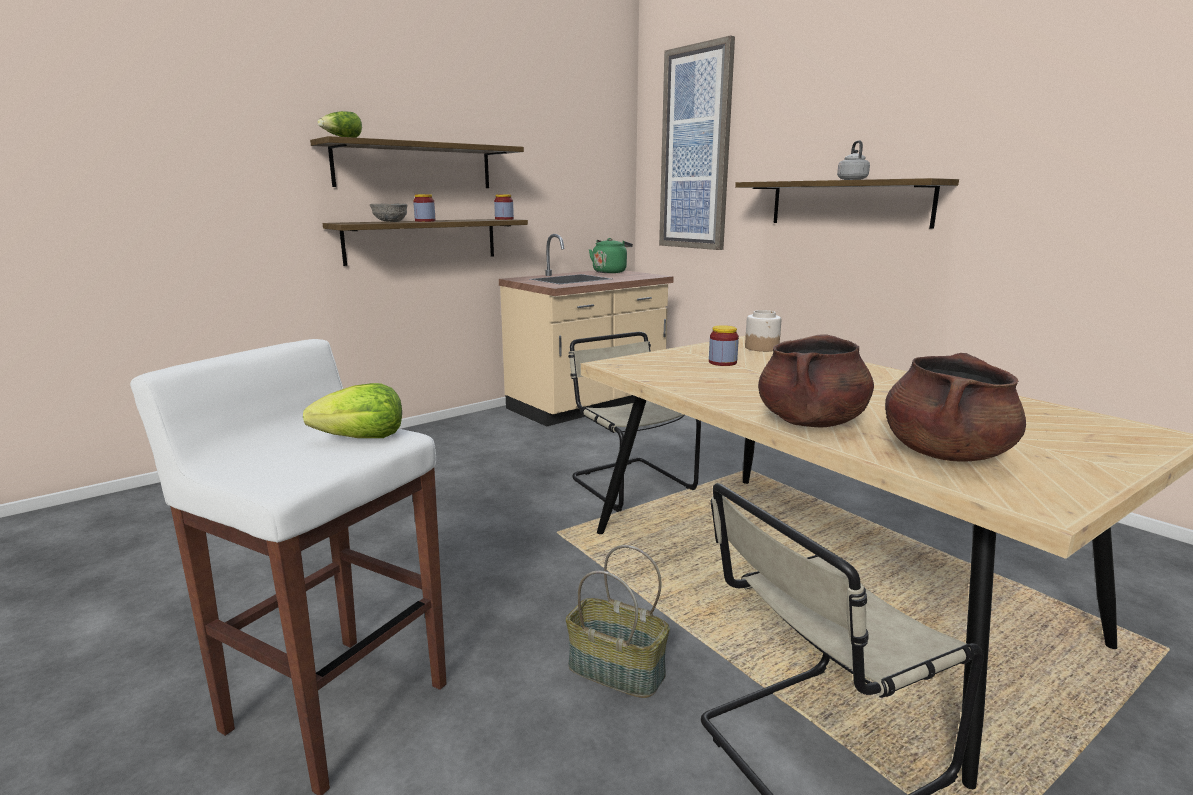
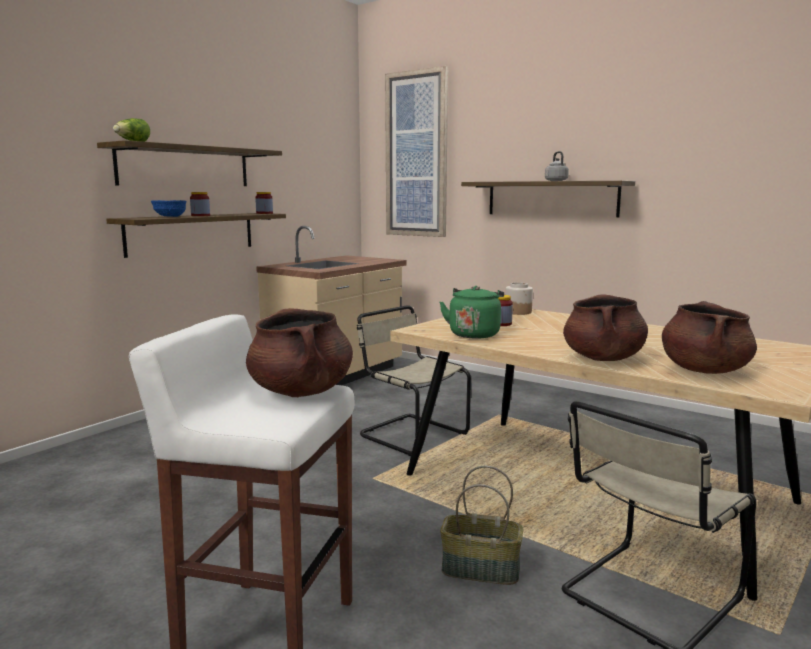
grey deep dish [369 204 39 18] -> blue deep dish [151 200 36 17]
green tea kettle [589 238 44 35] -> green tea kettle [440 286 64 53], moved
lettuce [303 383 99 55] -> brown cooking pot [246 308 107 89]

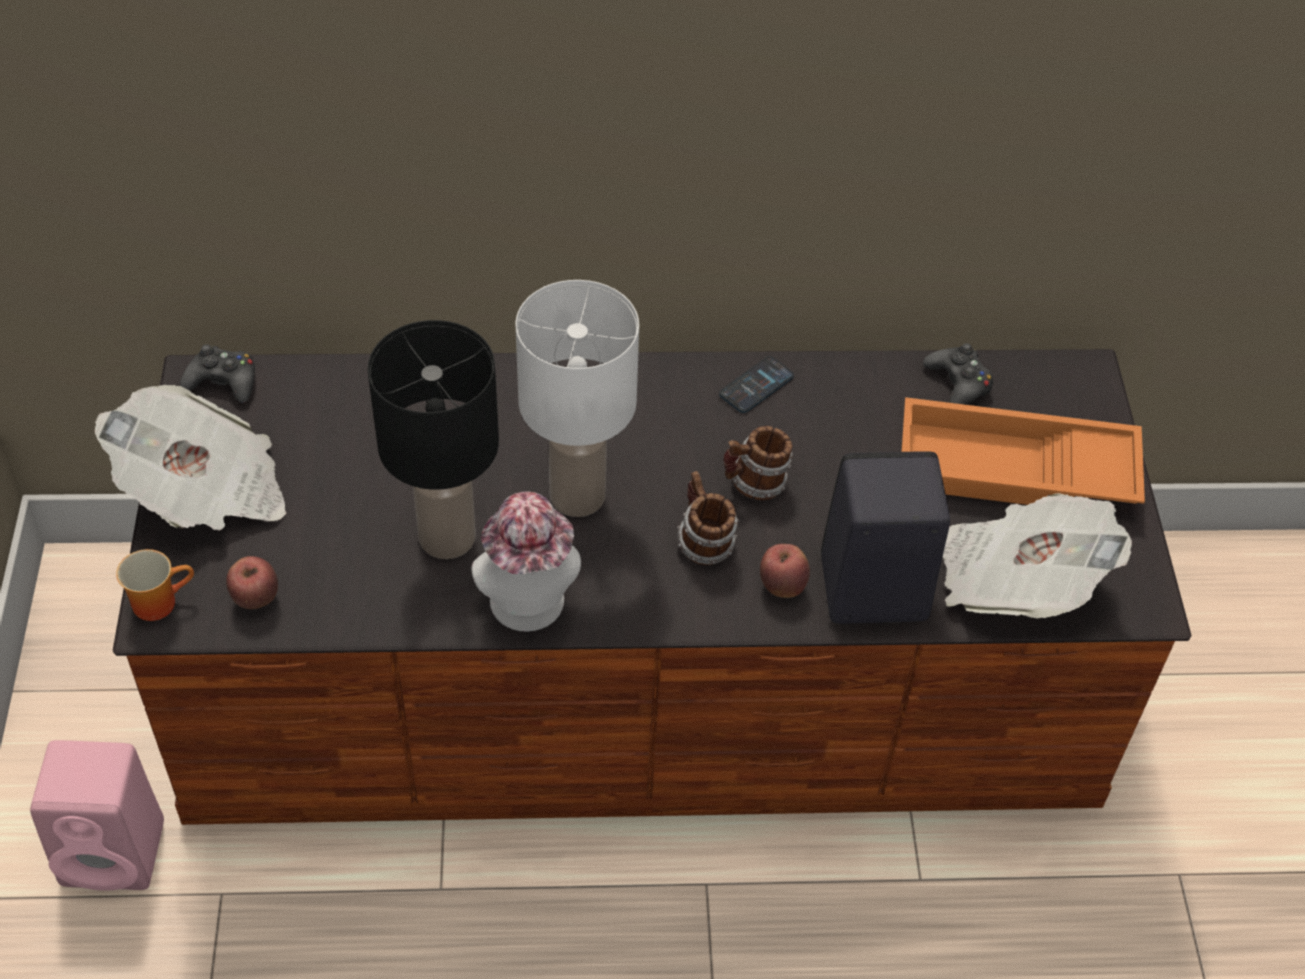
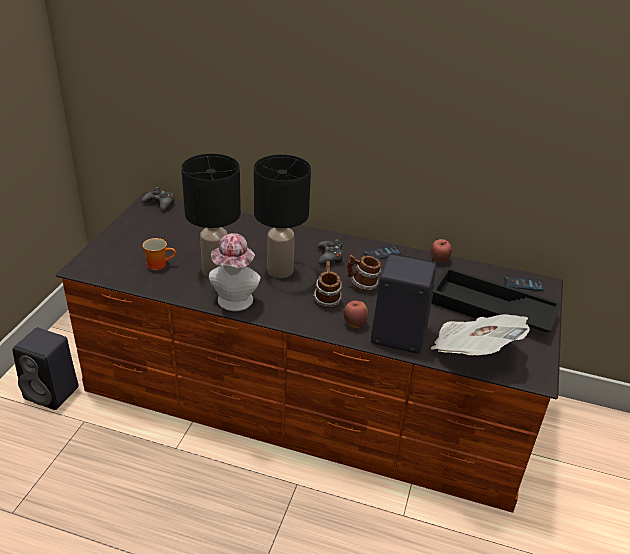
white-coloured tabletop lamp [515 280 124 237] -> black-coloured tabletop lamp [254 154 57 124]
black-coloured game controller [923 343 70 62] -> black-coloured game controller [318 239 25 26], moved
printed paper [95 385 191 145] -> none
orange serving tray [901 397 244 108] -> black-coloured serving tray [431 267 130 66]
coffee mug [116 549 78 72] -> coffee mug [143 238 33 32], moved
apple fruit [226 556 52 53] -> apple fruit [431 239 21 24], moved
pinkish speaker [30 740 134 151] -> black-coloured speaker [12 328 67 82]
none -> handset [504 276 40 15]

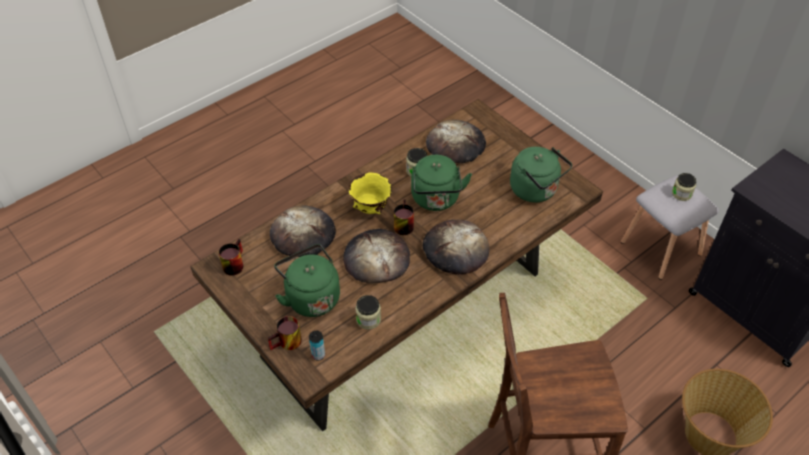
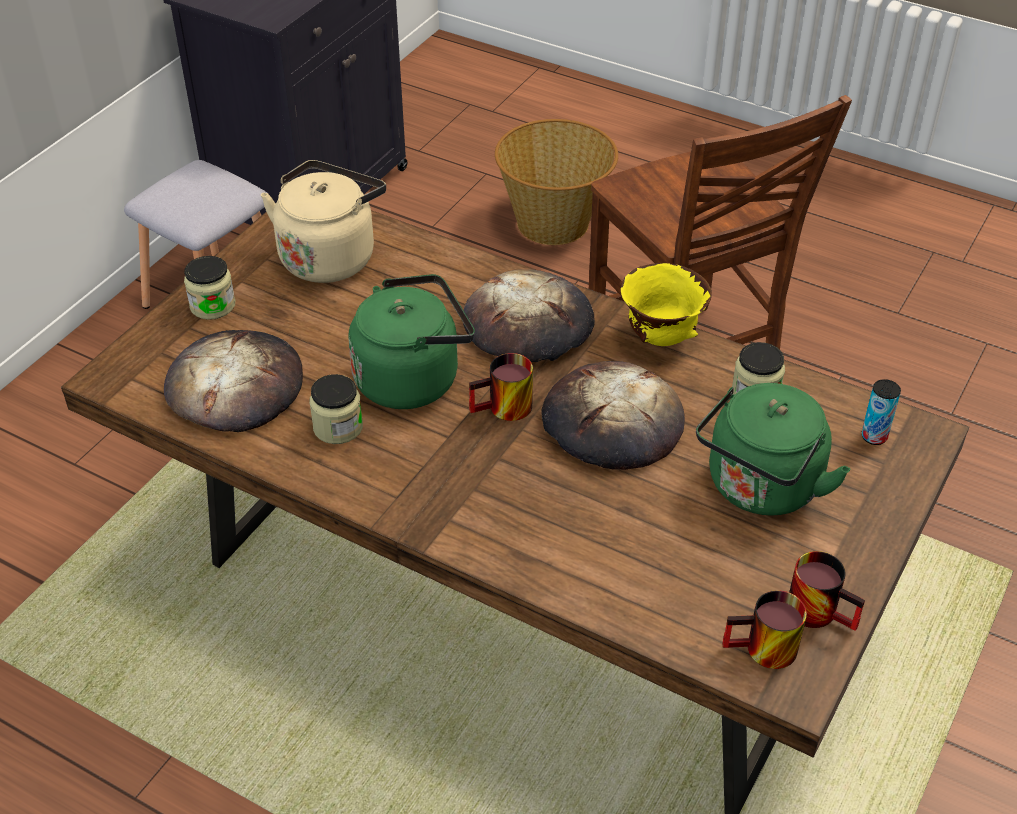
green tea kettle [510 147 62 56] -> beige tea kettle [261 160 125 123]
yellow-coloured deep dish [349 173 43 41] -> yellow-coloured deep dish [621 263 91 83], moved
preserve jar [672 173 24 28] -> preserve jar [184 256 51 64], moved
bakery bread [270 205 66 52] -> none
coffee mug [268 316 34 34] -> coffee mug [789 551 76 80], moved

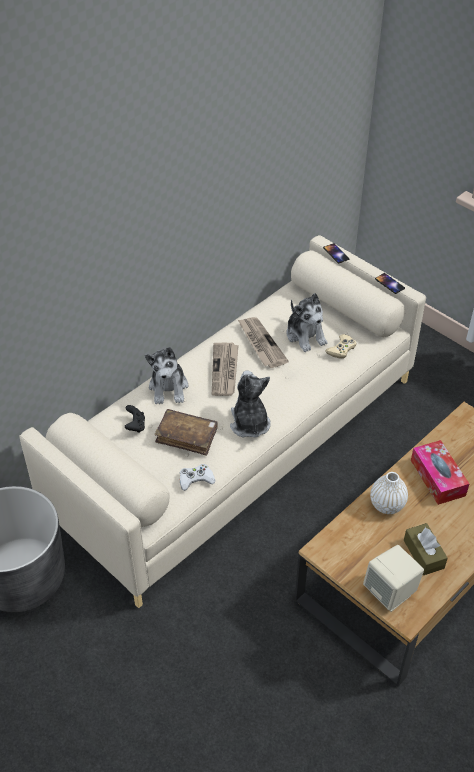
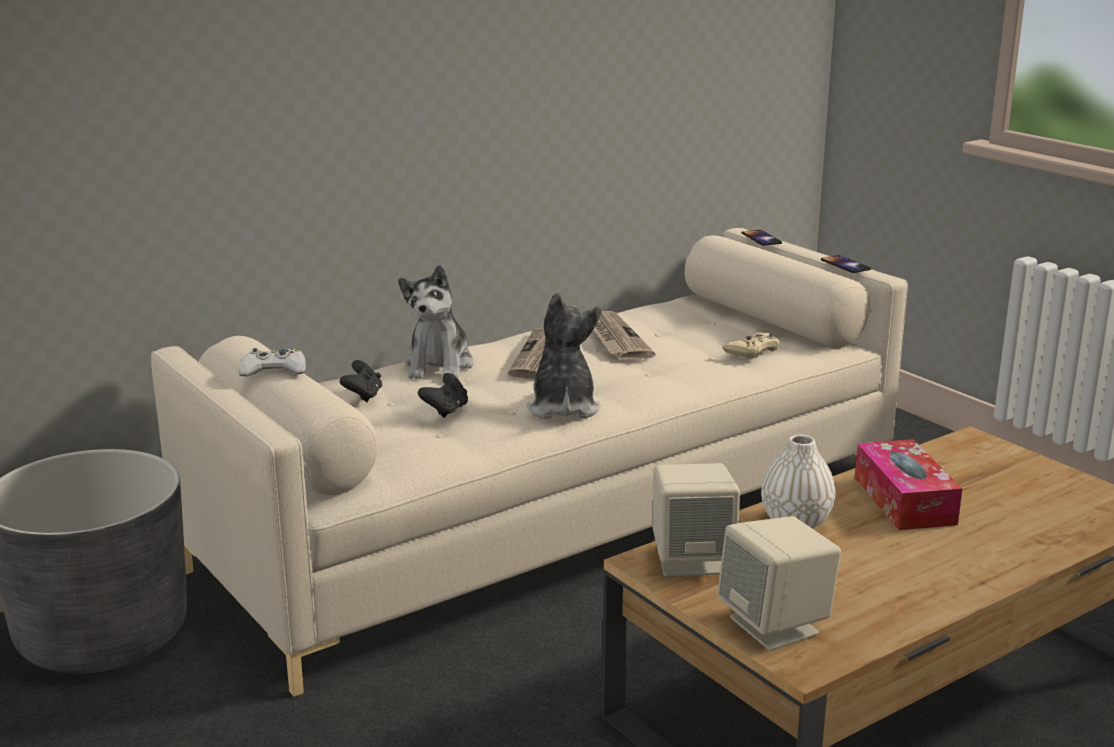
soft toy [286 293 41 59] -> none
brown bound book [155 409 63 47] -> black-coloured game controller [418 373 50 45]
white-coloured game controller [179 464 36 27] -> white-coloured game controller [238 348 68 28], moved
brown box of tissues [404 523 44 52] -> none
none -> beige speaker [653 463 87 113]

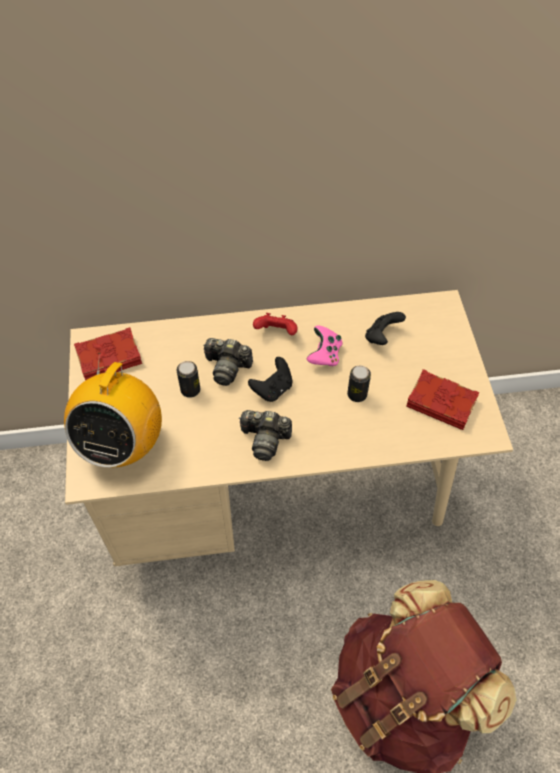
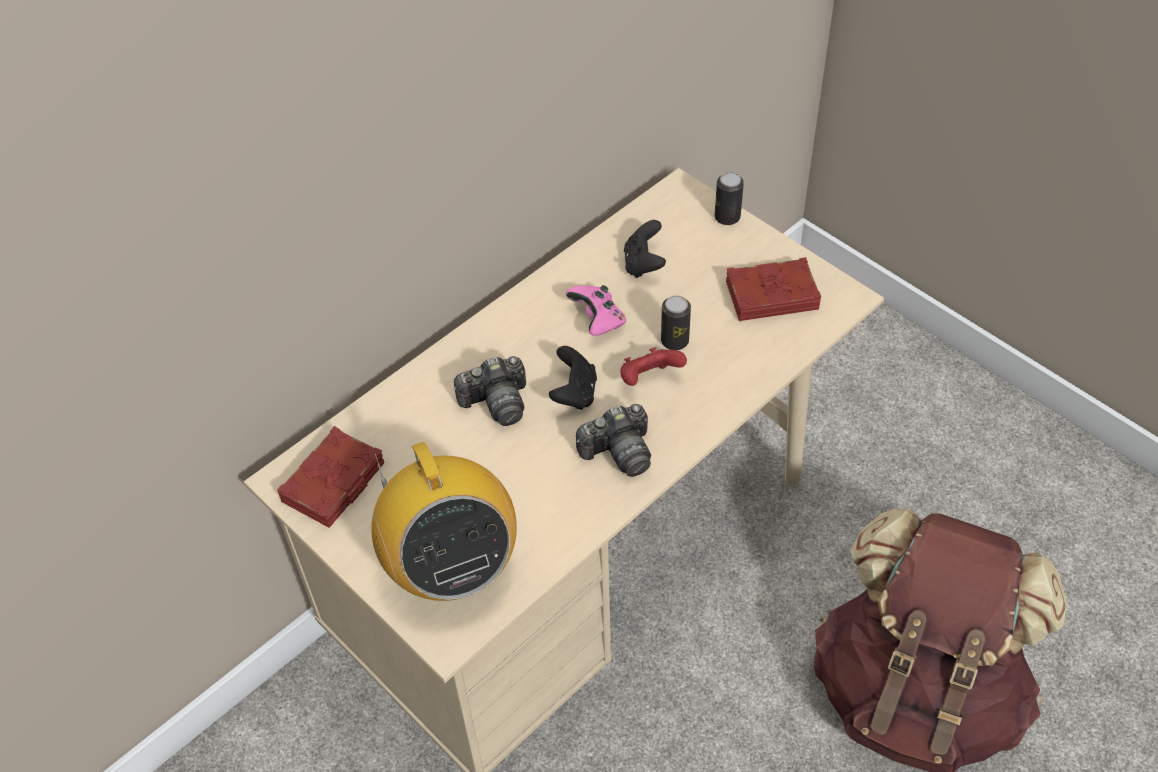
reddish game controller [253 313 44 22] -> reddish game controller [620 347 67 39], moved
metal can [177 361 23 37] -> metal can [714 172 30 53], moved

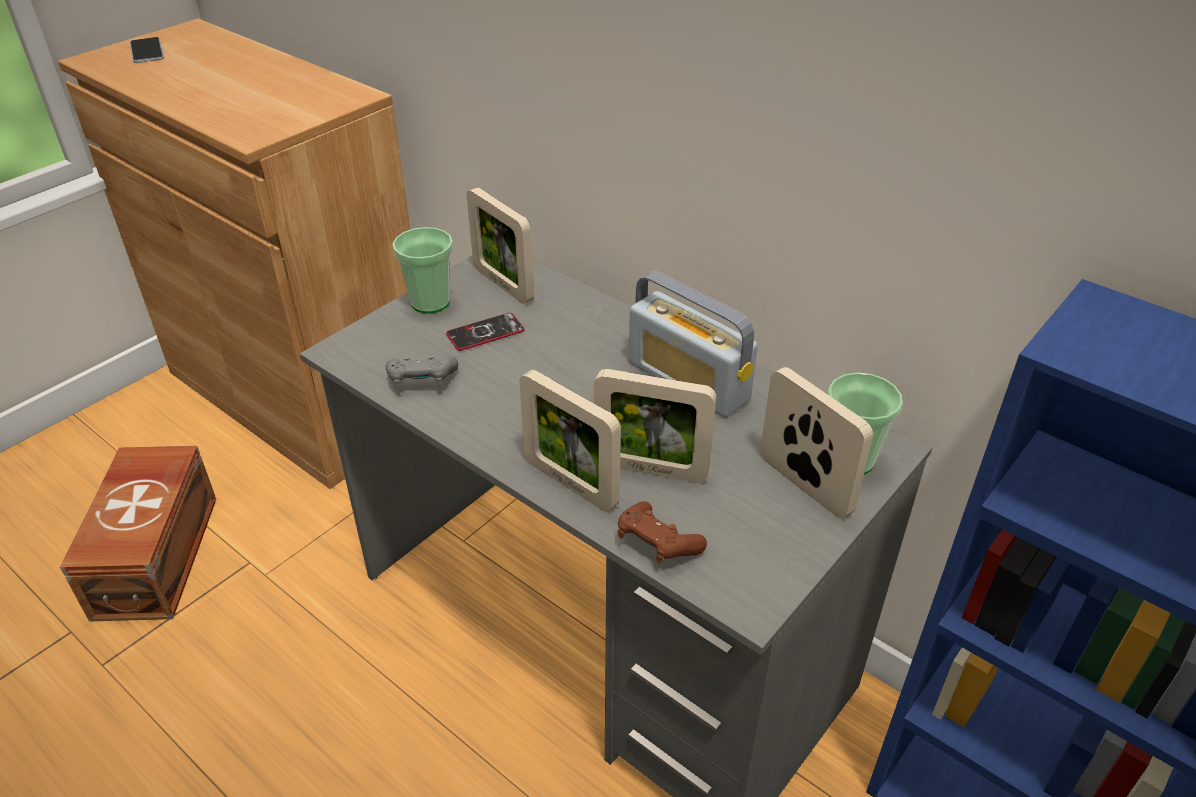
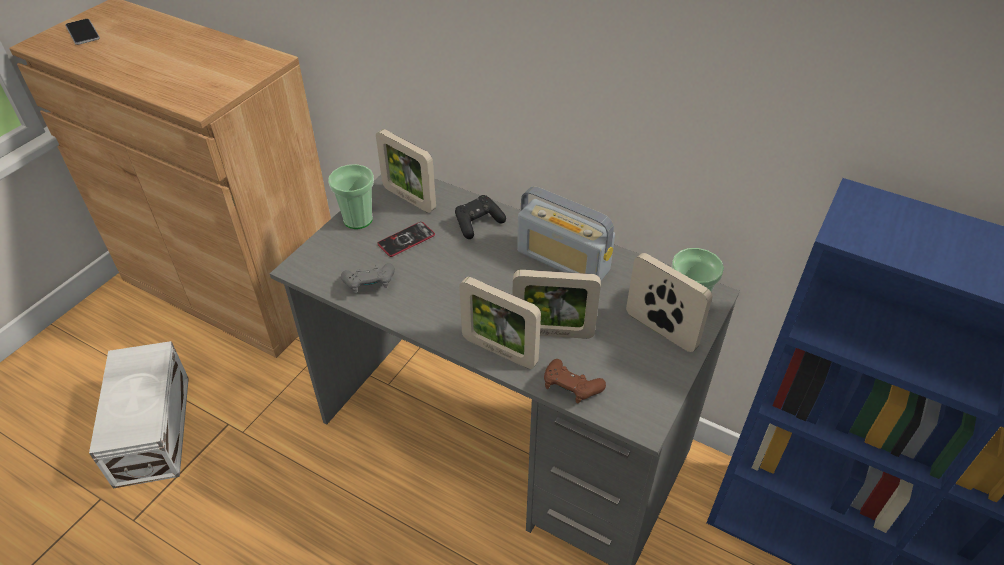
brown storage bin [60 446 156 175] -> white-coloured storage bin [89 341 100 147]
none -> black-coloured game controller [455 195 51 44]

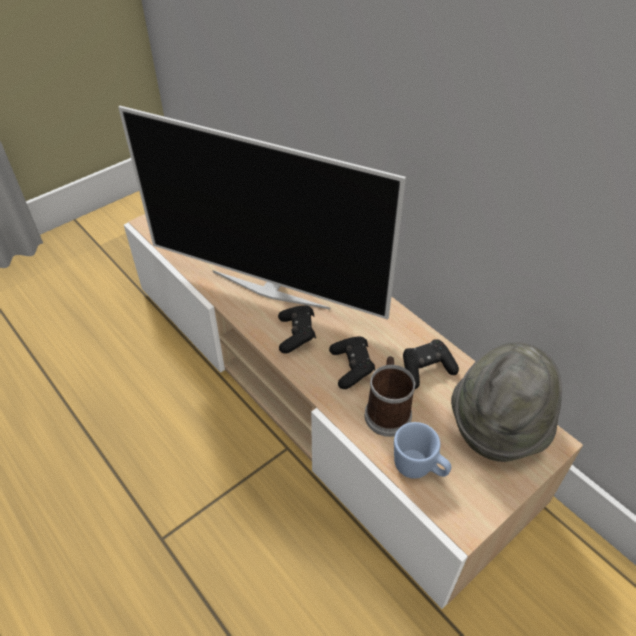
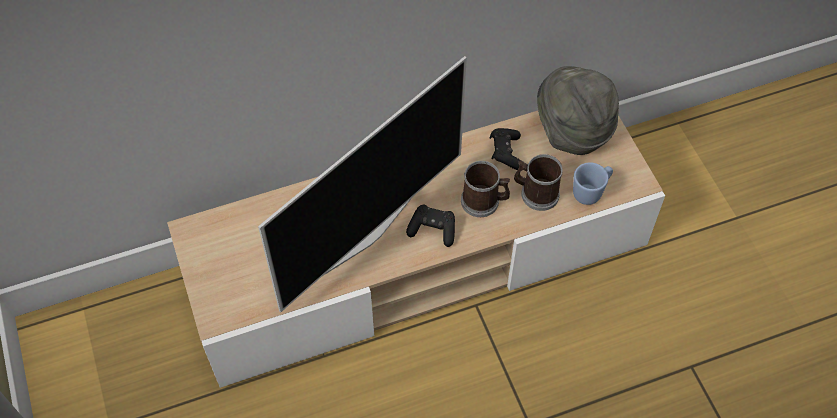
black-coloured game controller [329 336 46 53] -> coffee mug [461 161 49 56]

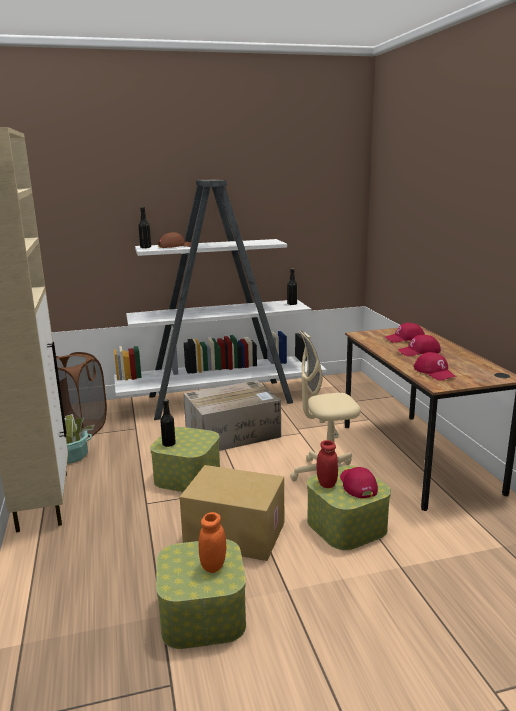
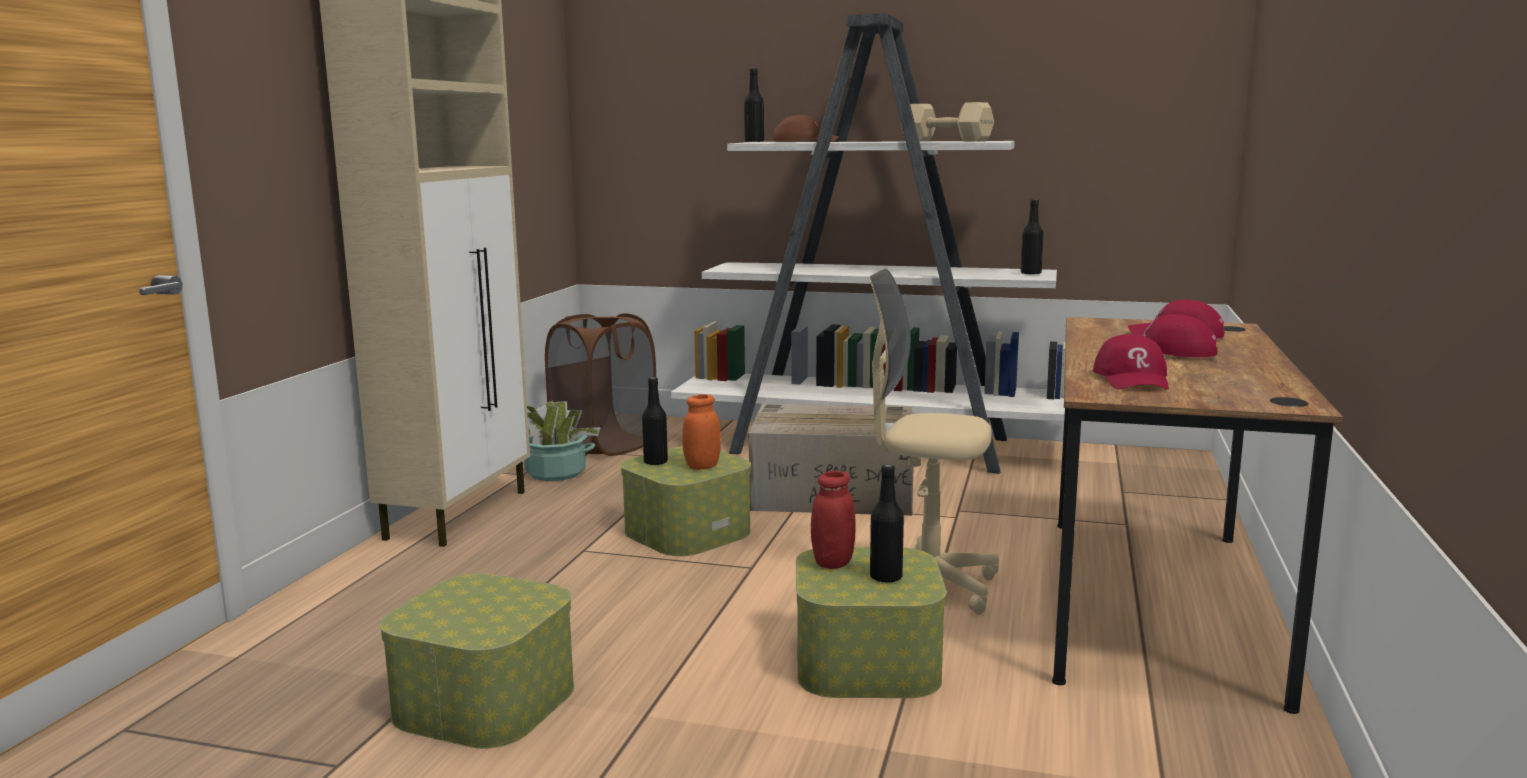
carton [180 465 104 96] -> none
reddish cap [340 467 38 31] -> black-coloured beverage bottle [870 464 34 119]
orange preserve jar [199 512 27 61] -> orange preserve jar [682 394 39 76], moved
none -> beige dumbbell [901 102 93 40]

